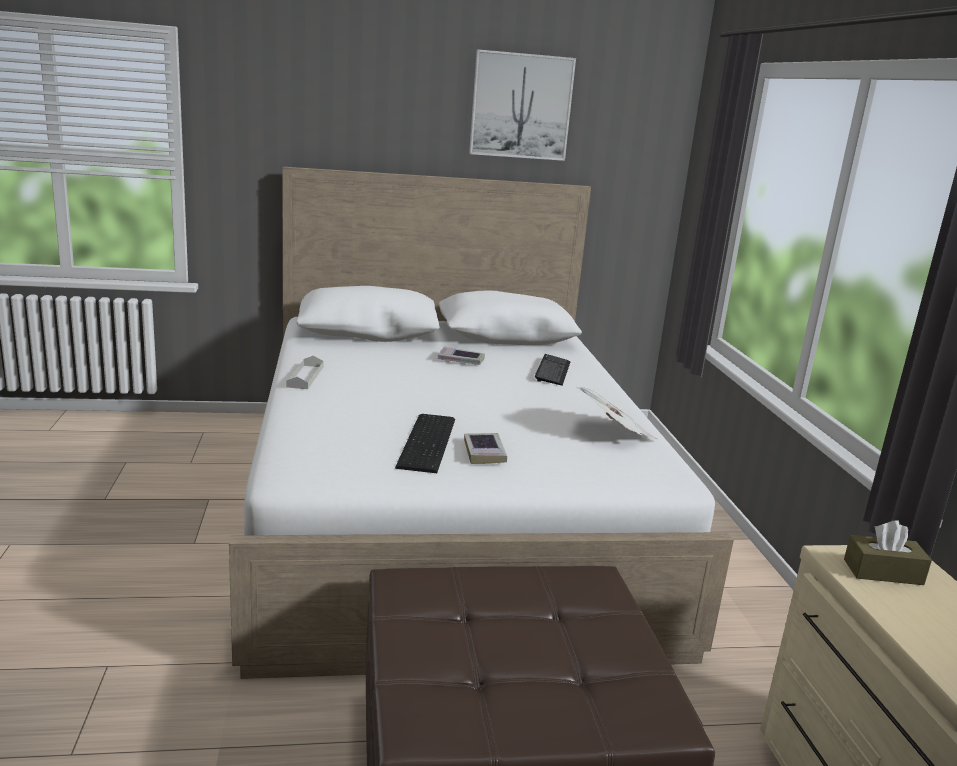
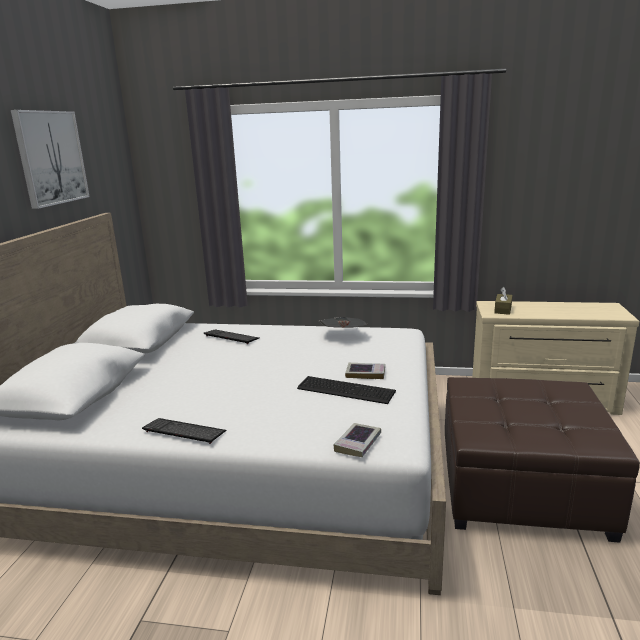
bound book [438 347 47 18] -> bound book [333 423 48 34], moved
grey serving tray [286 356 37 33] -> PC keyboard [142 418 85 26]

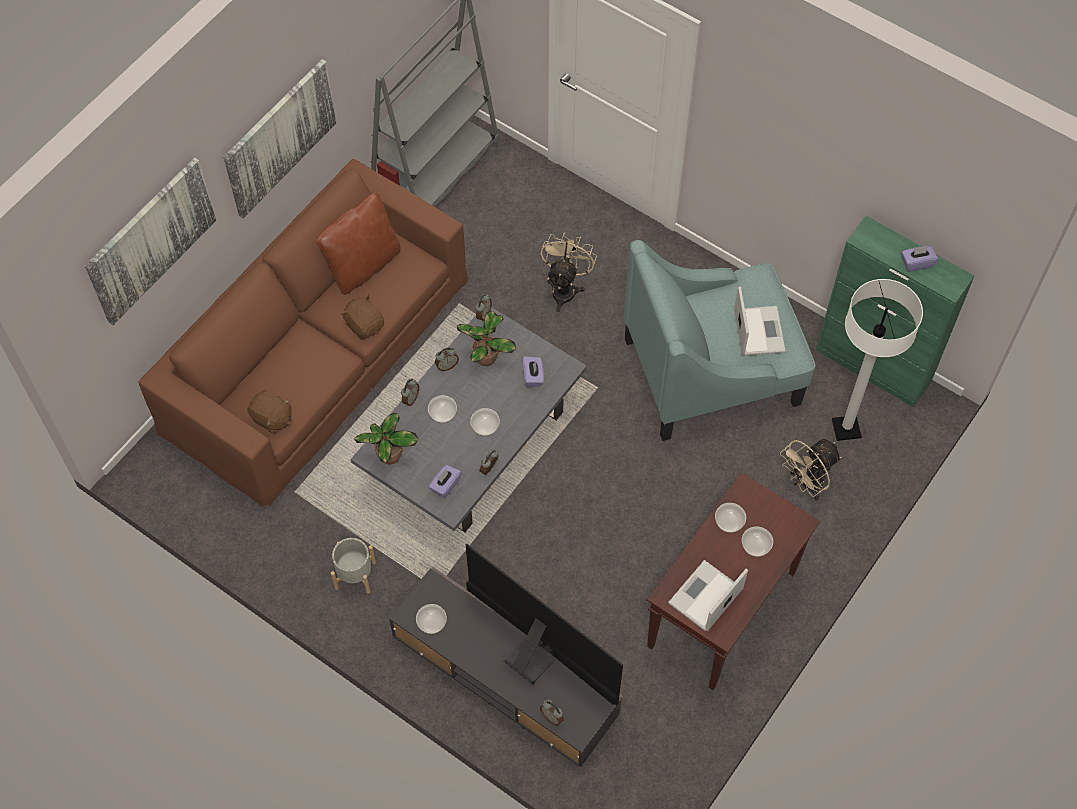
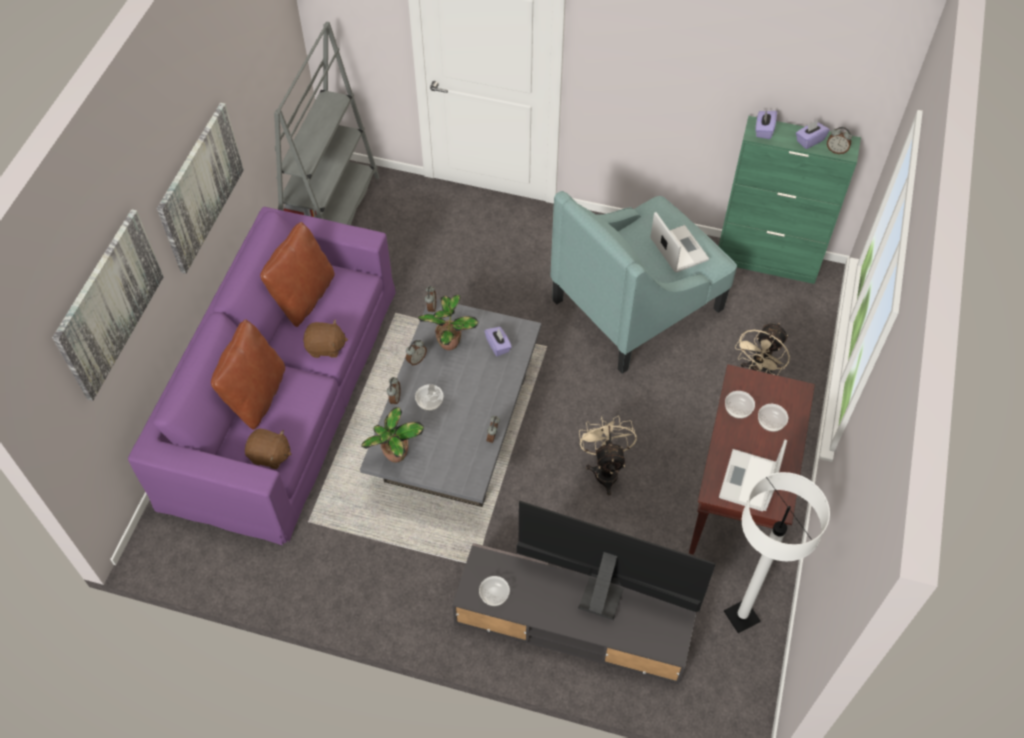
brown sofa [138 159 330 348] -> purple-coloured sofa [128 207 268 338]
beige electric fan [541 232 56 80] -> beige electric fan [579 416 58 79], moved
white-coloured standing lamp [832 279 91 162] -> white-coloured standing lamp [724 472 106 161], moved
brown soft toy [341 295 43 45] -> brown soft toy [303 319 45 39], 150 degrees clockwise
deep dish [470 408 30 28] -> none
purple-coloured box of tissues [429 465 33 33] -> purple-coloured box of tissues [756 110 21 29], moved
grey flower pot [331 538 45 56] -> none
alarm clock [540 699 24 27] -> alarm clock [827 127 25 27], moved
none -> brown pillow [211 320 74 110]

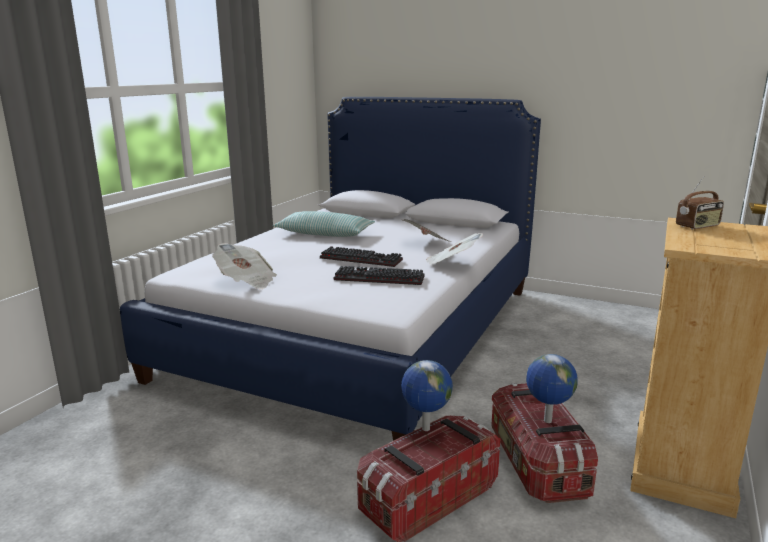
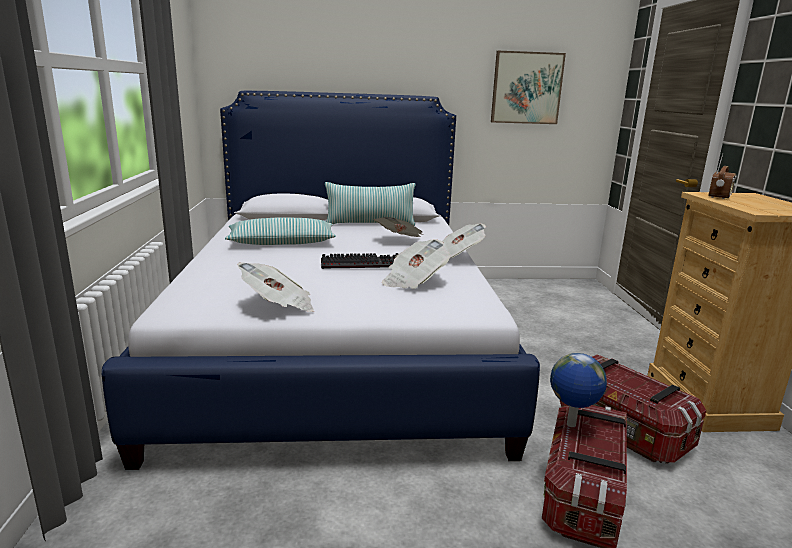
PC keyboard [334 266 90 19] -> printed paper [382 239 68 50]
globe [526 354 52 69] -> none
none -> picture [491 51 75 73]
none -> pillow [325 182 91 44]

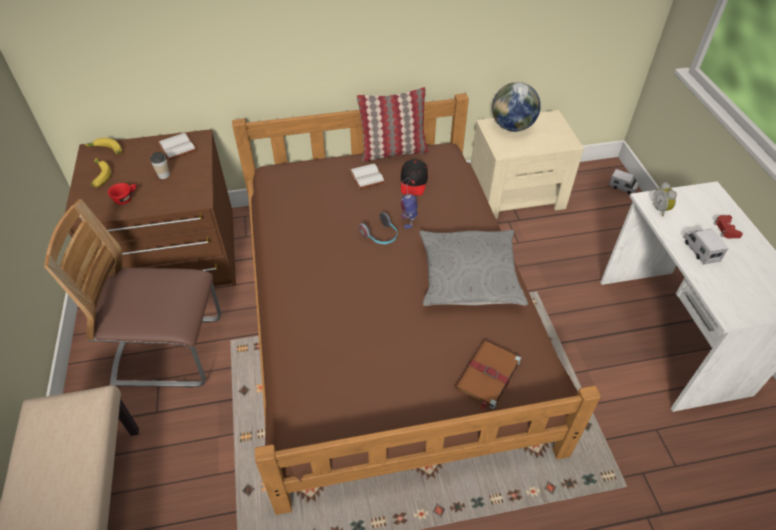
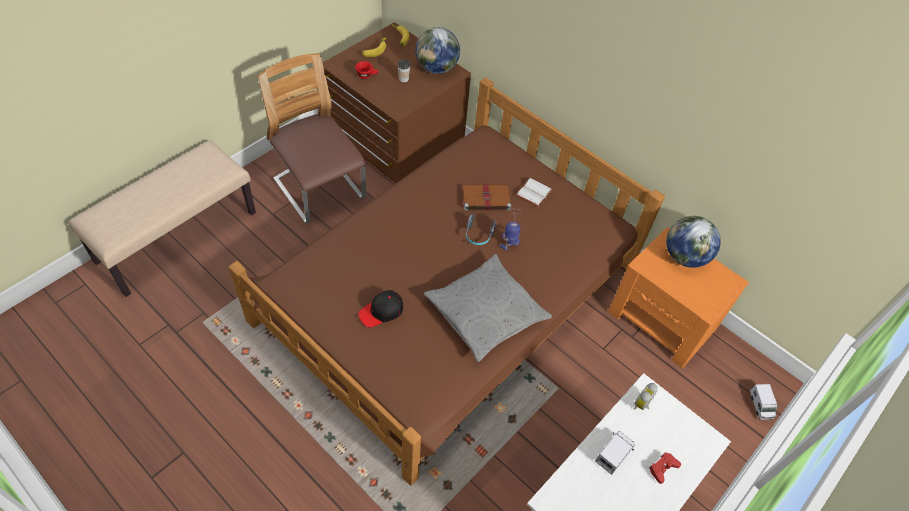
pillow [357 87 72 75] -> none
beige night table [471 110 113 109] -> orange night table [608 227 141 141]
white-coloured bound book [158 133 39 27] -> globe [415 27 45 47]
black-coloured cap [401 159 27 37] -> black-coloured cap [358 290 45 37], moved
brown bound book [455 341 66 70] -> brown bound book [460 184 51 27], moved

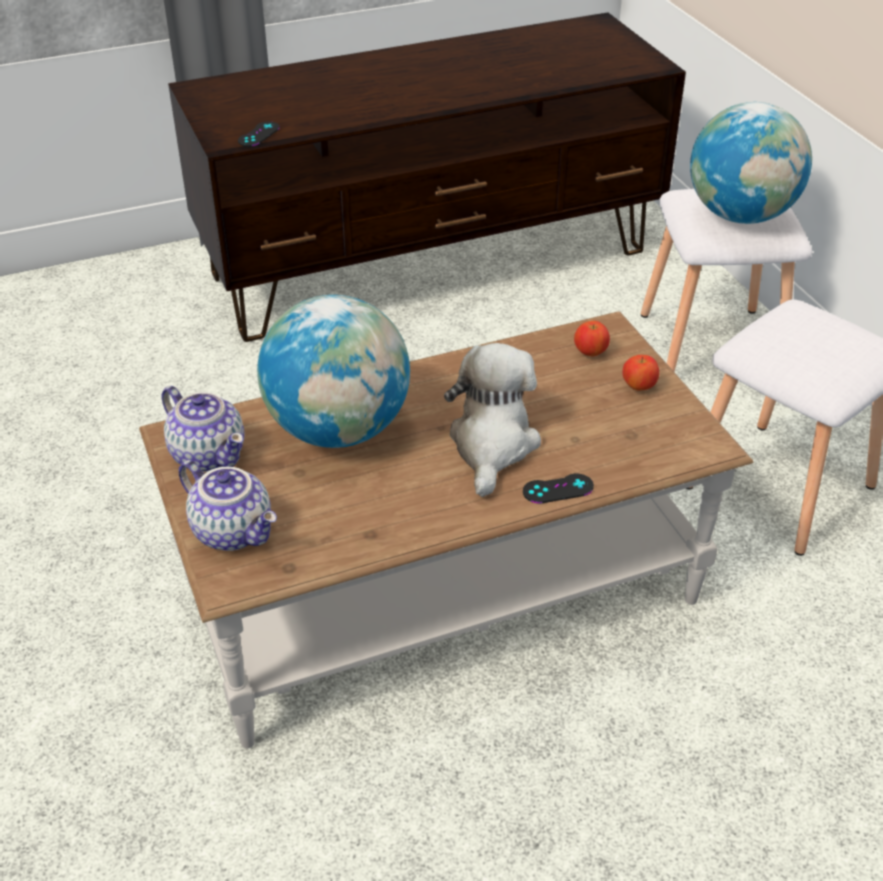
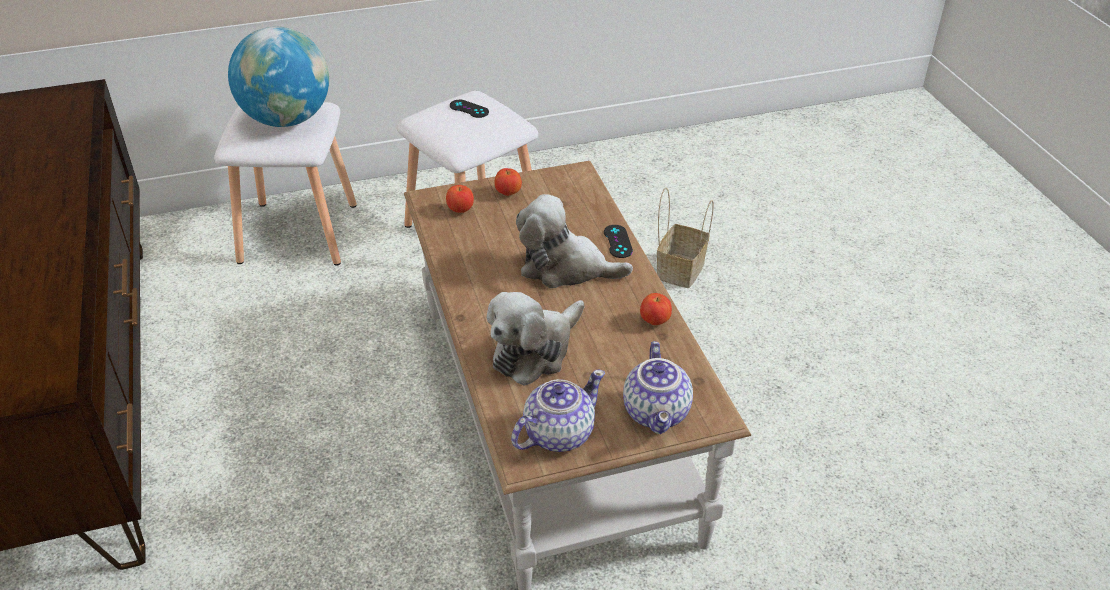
black-coloured game controller [238 121 42 25] -> black-coloured game controller [450 100 39 18], moved
globe [257 295 153 153] -> soft toy [487 292 97 94]
teapot [179 460 98 91] -> teapot [623 341 70 93], 135 degrees clockwise
none -> household basket [657 187 57 101]
none -> apple fruit [640 293 32 32]

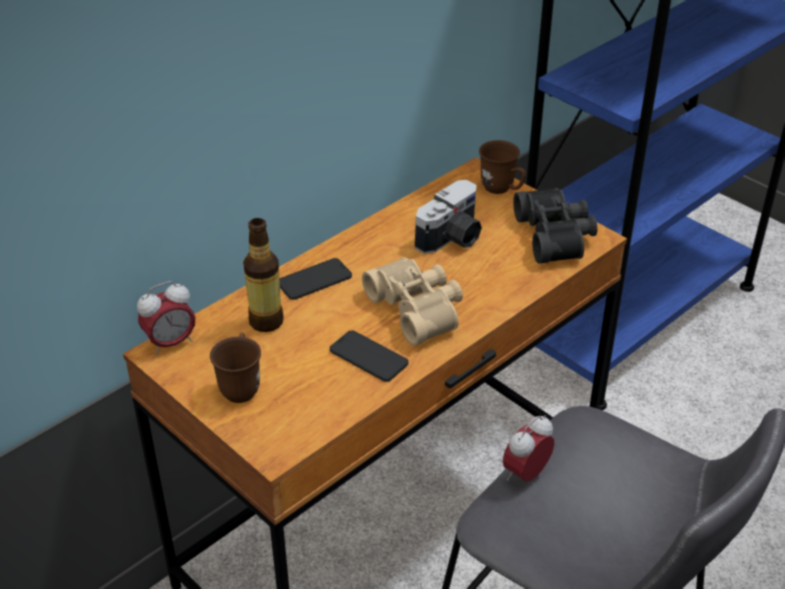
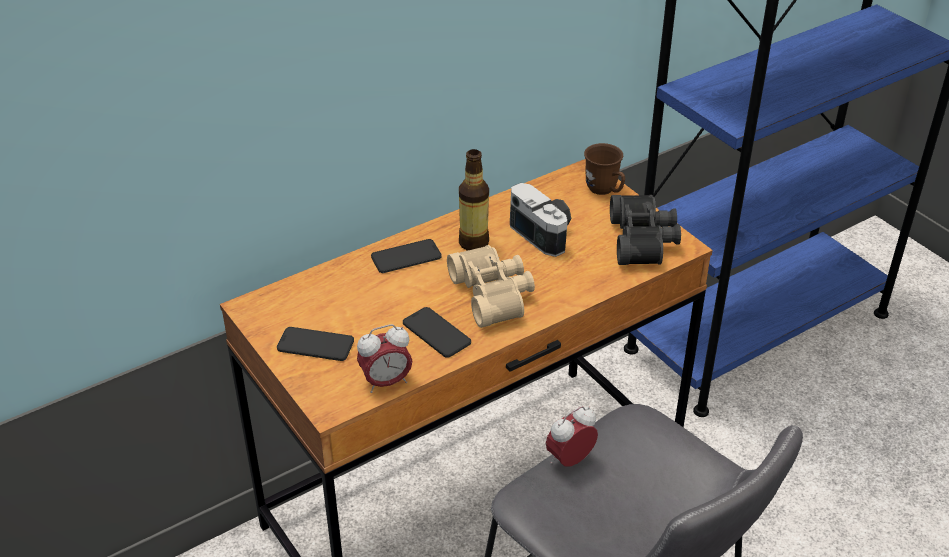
photo camera [415 180 67 74] -> photo camera [510 183 61 74], 90 degrees counterclockwise
beverage bottle [243 218 41 114] -> beverage bottle [459 149 30 102], moved
alarm clock [137 281 59 74] -> alarm clock [357 324 55 69], moved
brown coffee mug [210 332 51 71] -> handset [277 327 77 34]

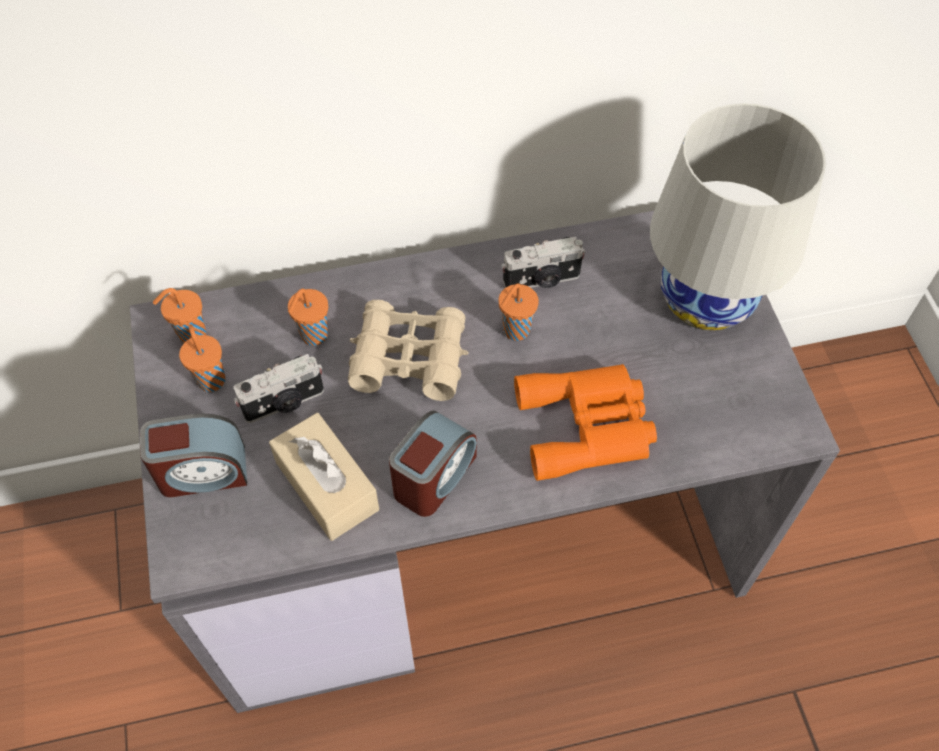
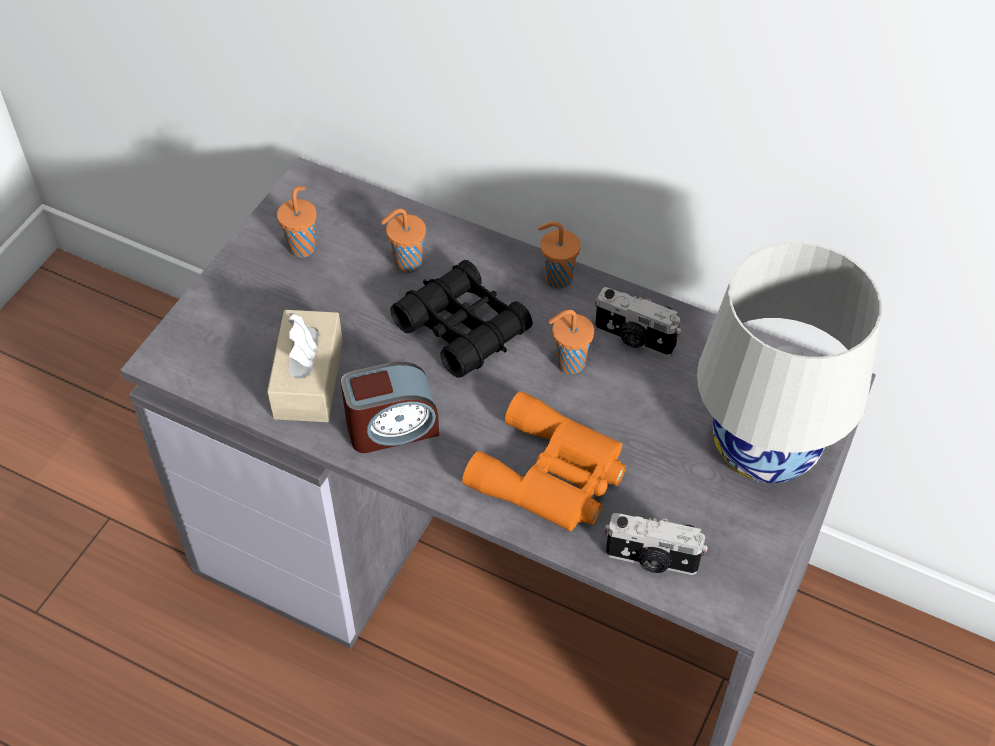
orange small cup [153 288 53 56] -> orange small cup [538 221 43 68], moved
beige pair of binoculars [348 300 121 101] -> black-coloured pair of binoculars [391 260 142 118]
photo camera [233 354 91 69] -> photo camera [605 513 103 62], moved
alarm clock [140 414 107 83] -> none

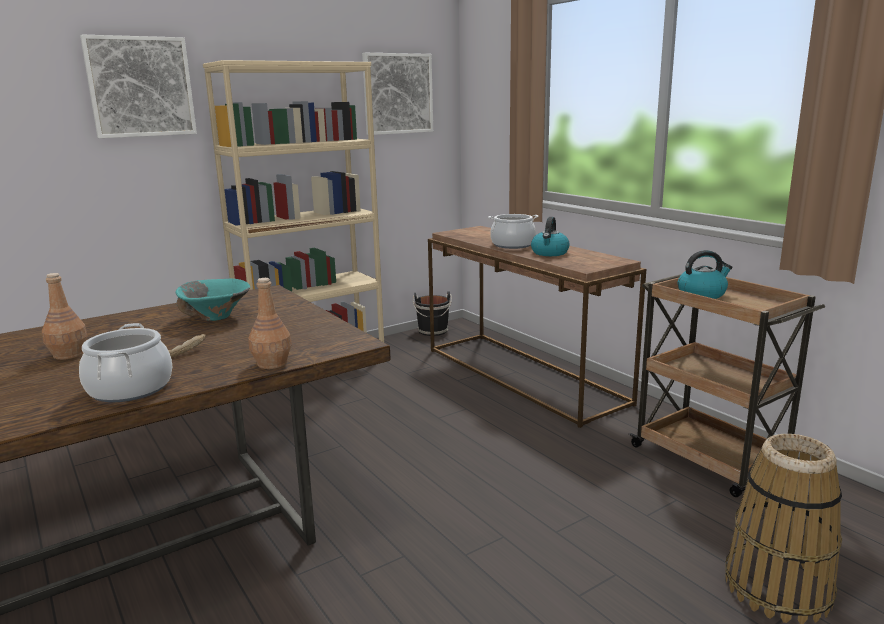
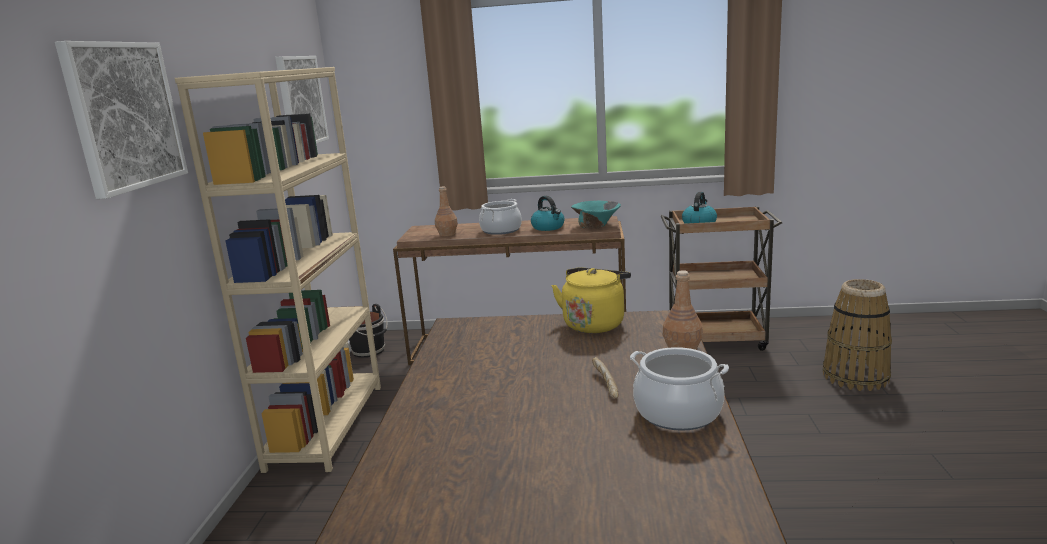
brown beverage bottle [42 273 45 87] -> brown beverage bottle [435 186 23 51], moved
turquoise-coloured deep dish [175 279 75 42] -> turquoise-coloured deep dish [571 201 50 27], moved
none -> yellow-coloured tea kettle [552 267 79 66]

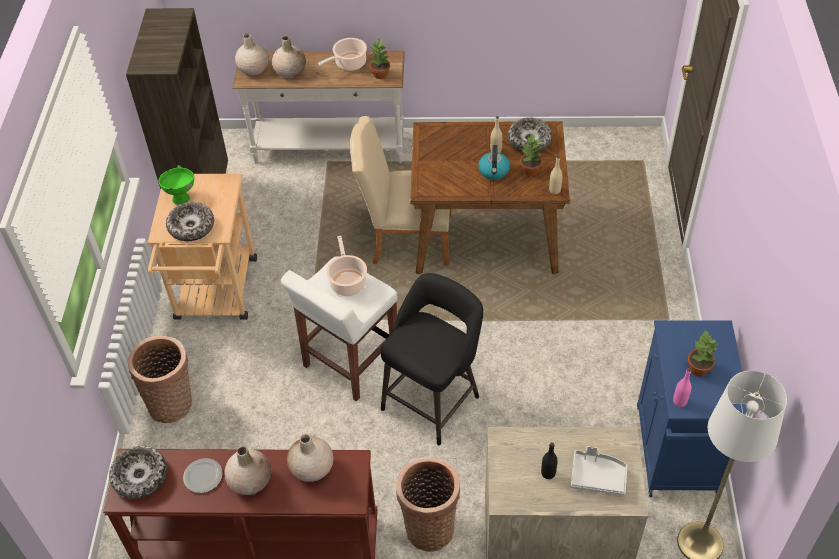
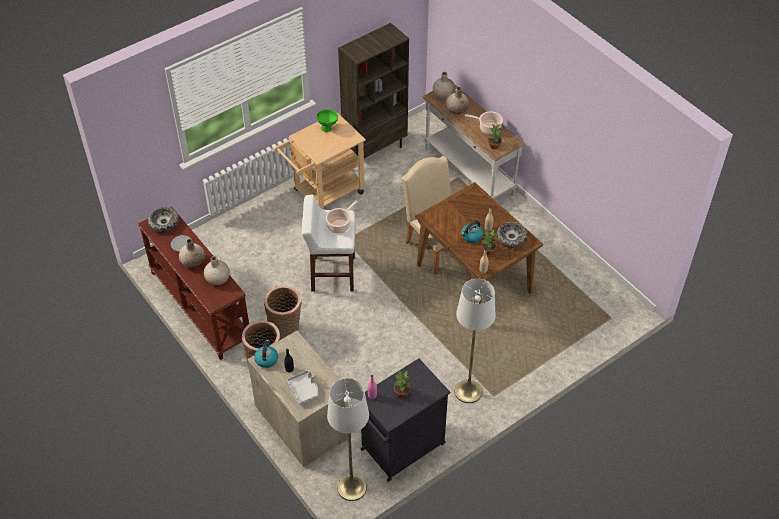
deep dish [166 202 48 39] -> none
black-coloured stool seat [381 273 102 172] -> none
blue cabinet [637 320 110 177] -> black-coloured cabinet [360 358 90 124]
household basket [128 336 64 87] -> household basket [264 285 38 55], moved
none -> white-coloured standing lamp [455 278 41 125]
none -> tea kettle [254 340 24 28]

